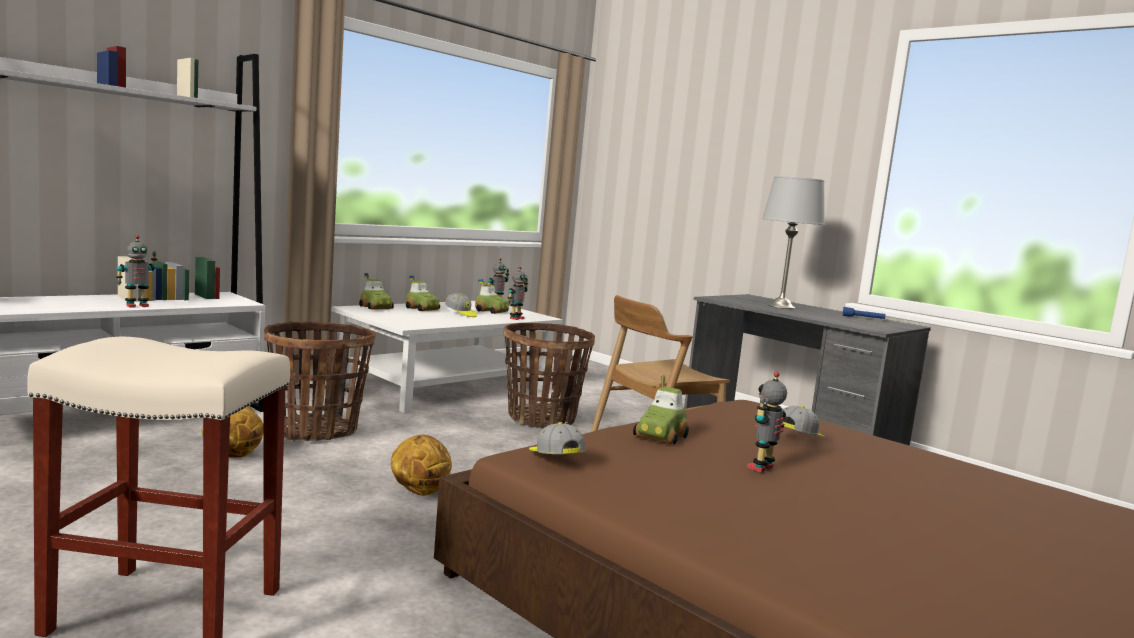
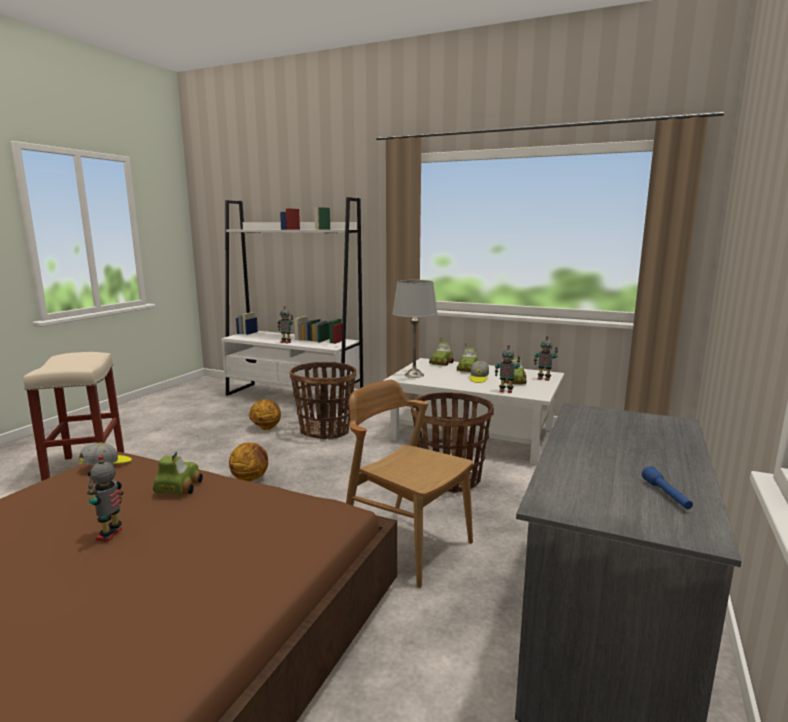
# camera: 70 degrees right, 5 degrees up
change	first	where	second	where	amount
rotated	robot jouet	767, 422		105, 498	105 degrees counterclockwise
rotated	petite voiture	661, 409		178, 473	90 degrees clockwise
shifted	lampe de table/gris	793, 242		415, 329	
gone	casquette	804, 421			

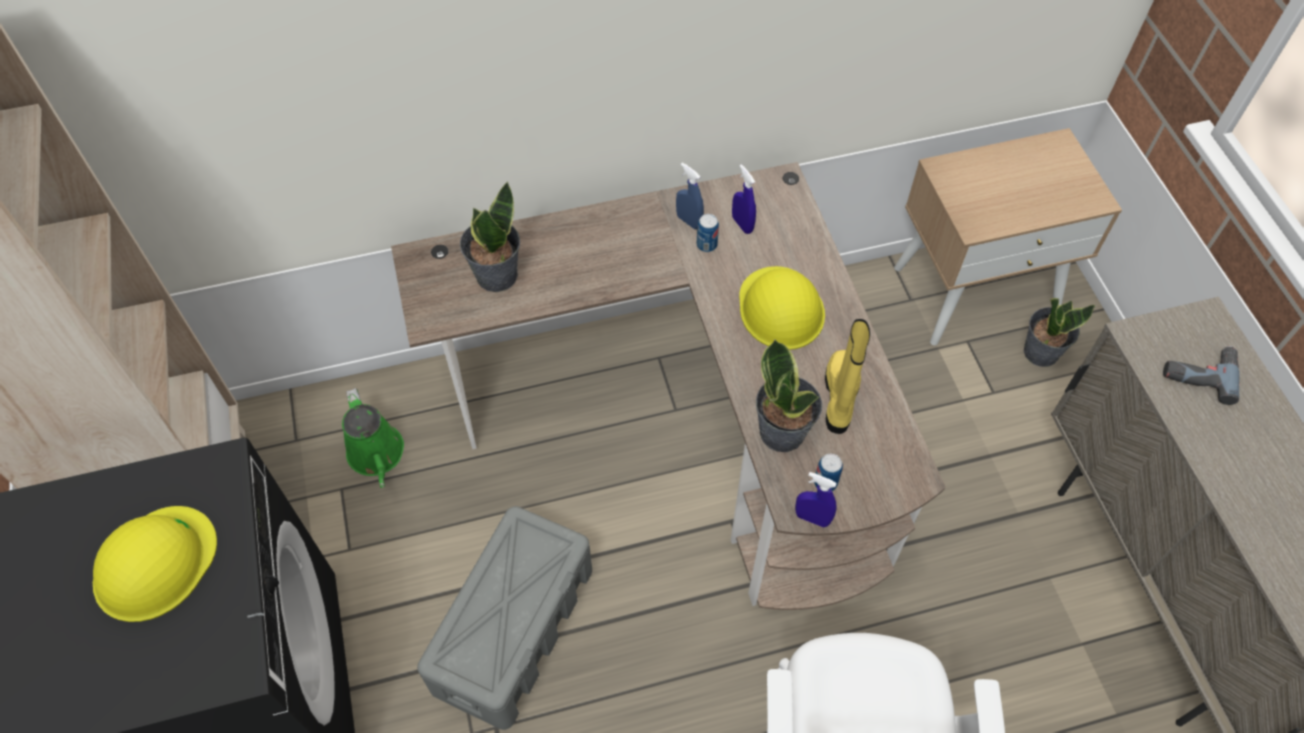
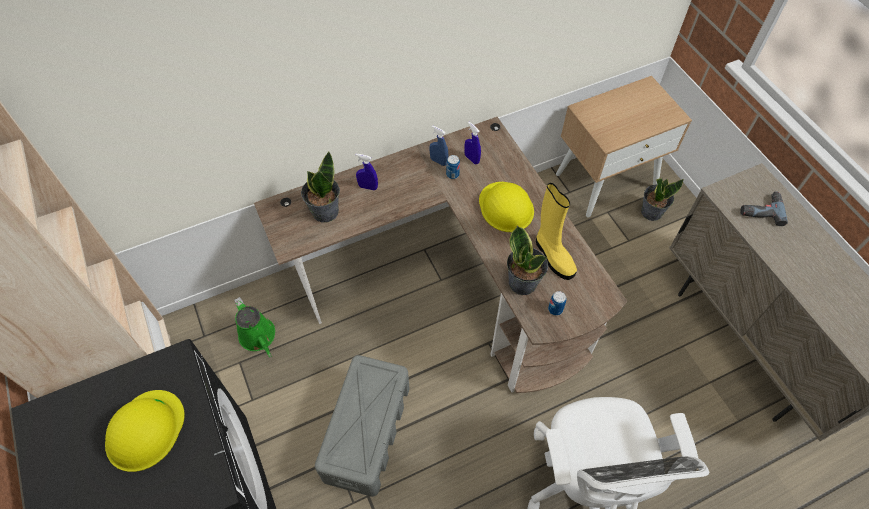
# camera: 10 degrees left, 0 degrees up
change	first	where	second	where	amount
shifted	vaporisateur/bleu	816, 499		367, 172	
rotated	botte/jaune	847, 376		556, 231	150 degrees clockwise

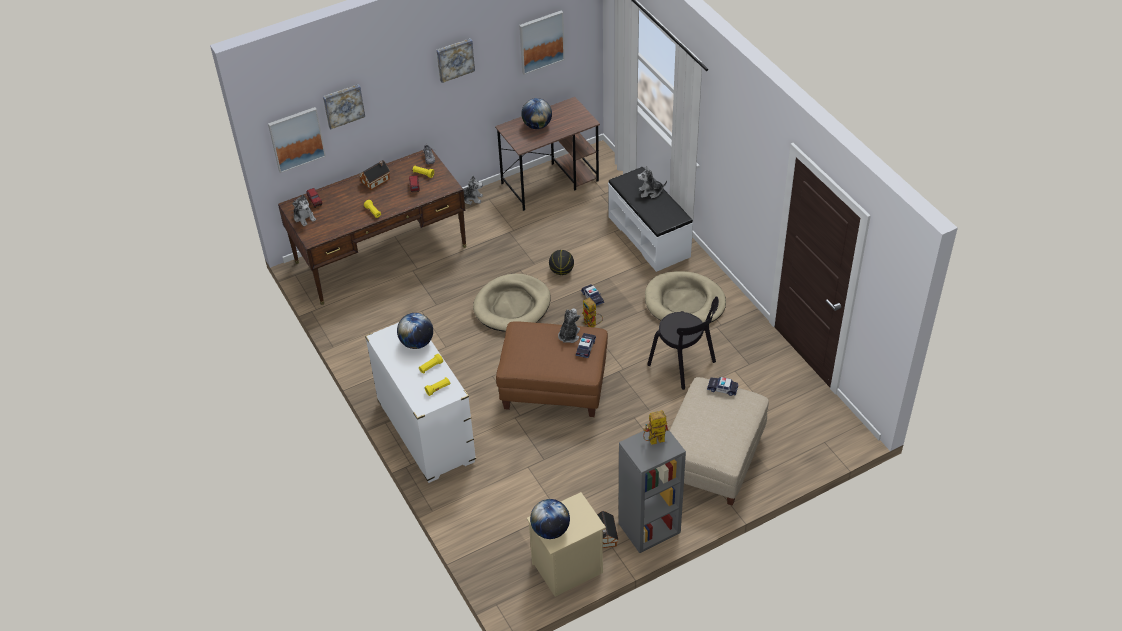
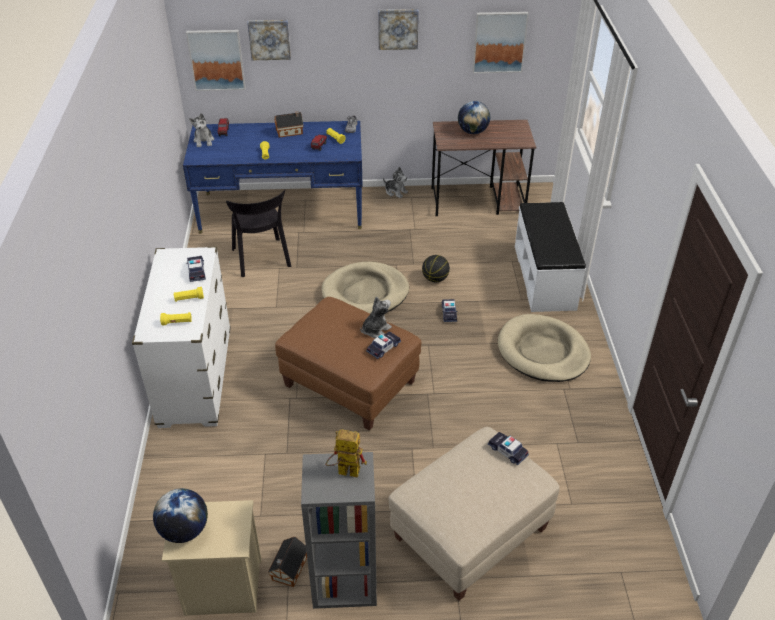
# camera: 25 degrees right, 5 degrees down
change	first	where	second	where	amount
repainted	bureau/marron	372, 226	bureau/bleu	273, 177	
swapped	globe	415, 331	petite voiture	196, 269	
shifted	chaise/noir	683, 343		258, 233	
gone	robot jouet	592, 312			
gone	peluche	652, 182			

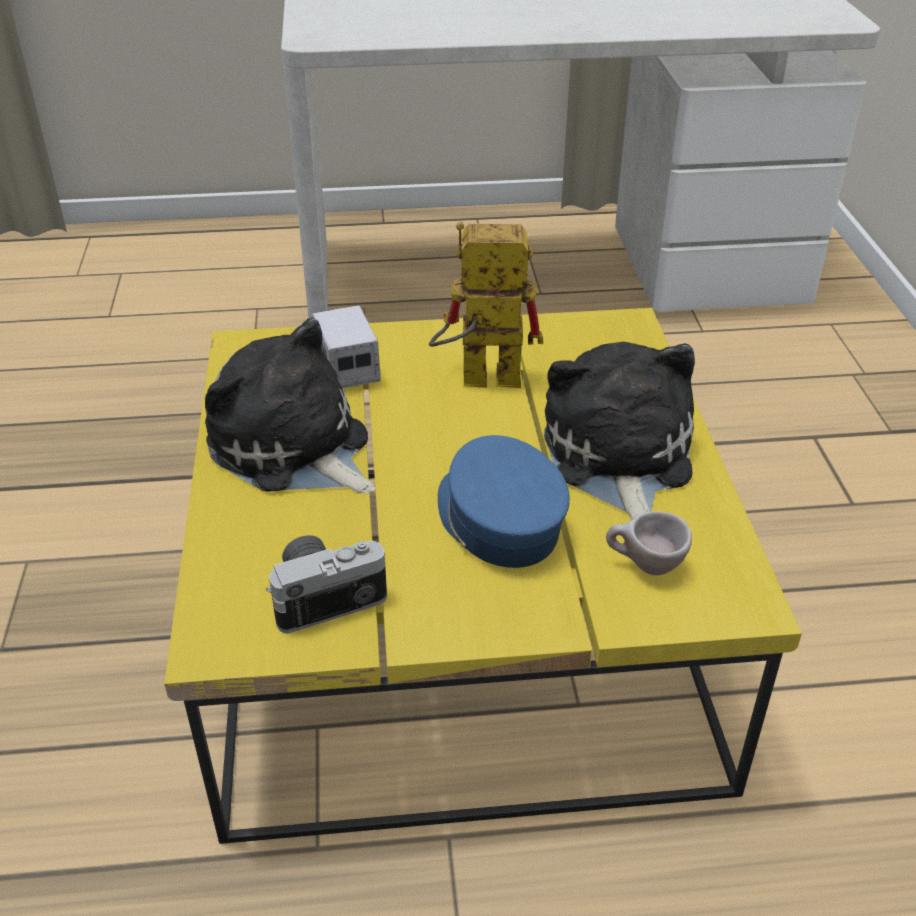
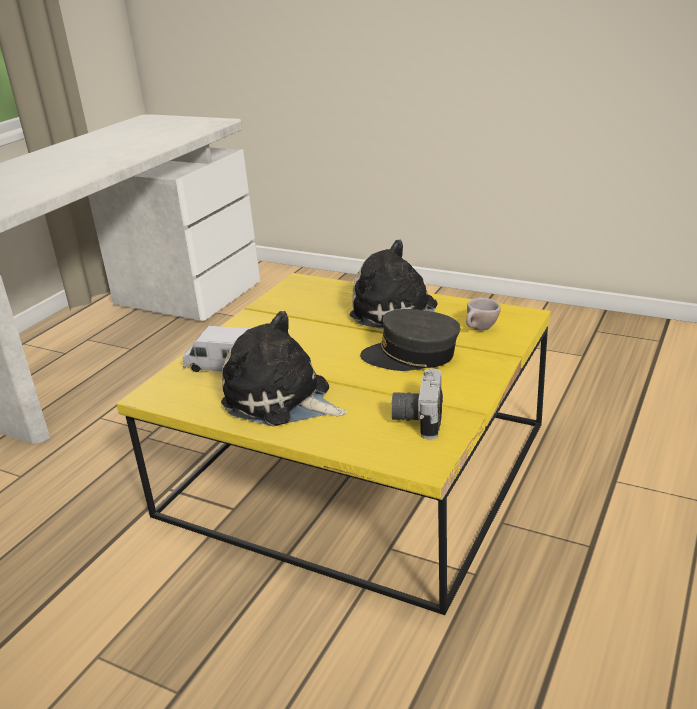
# camera: 55 degrees left, 10 degrees down
change	first	where	second	where	amount
rotated	peluche	290, 405		284, 368	45 degrees clockwise
repainted	casquette/bleu	504, 501	casquette/gris	410, 340	
gone	robot jouet	486, 305			

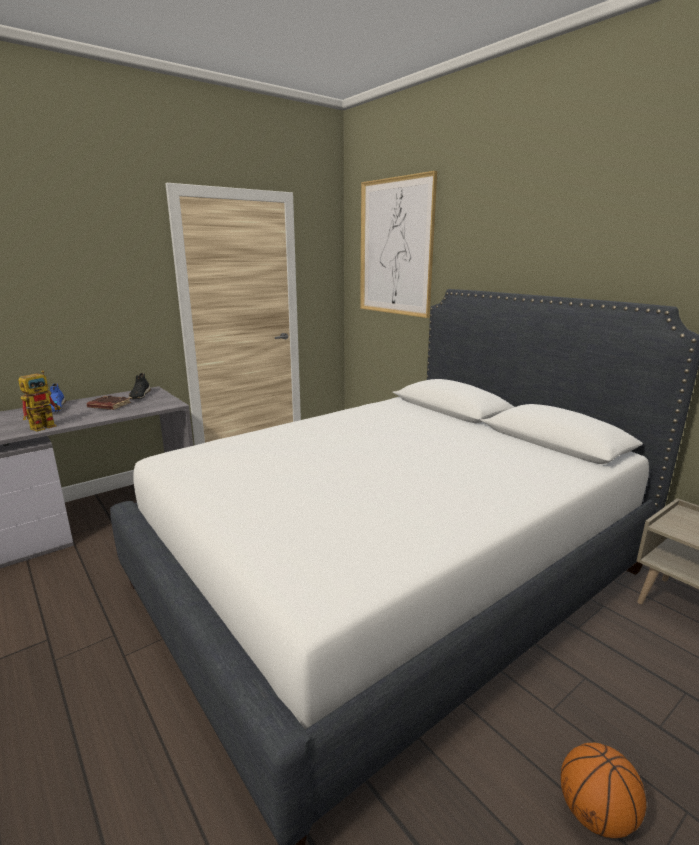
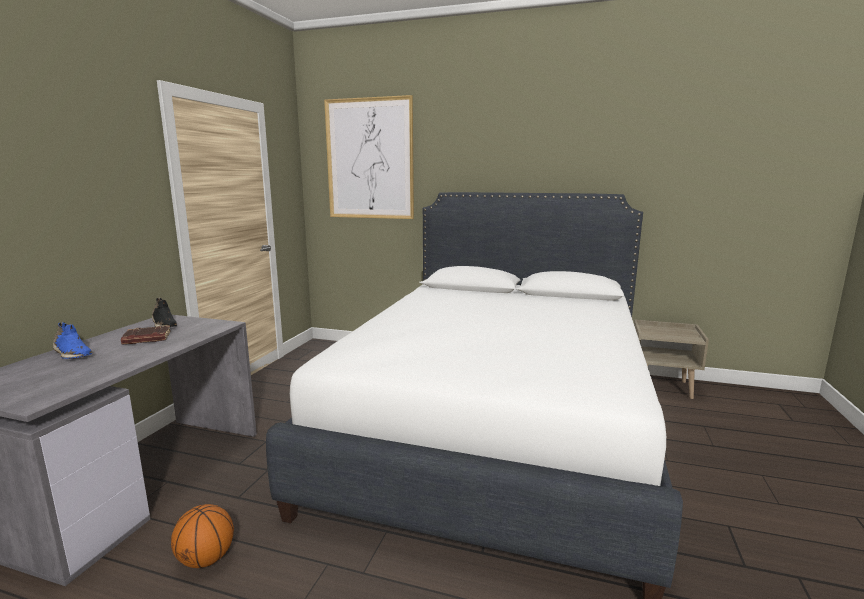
# camera: 35 degrees left, 5 degrees down
change	first	where	second	where	amount
shifted	ballon de basket	603, 790		202, 536	
gone	robot jouet	39, 401			

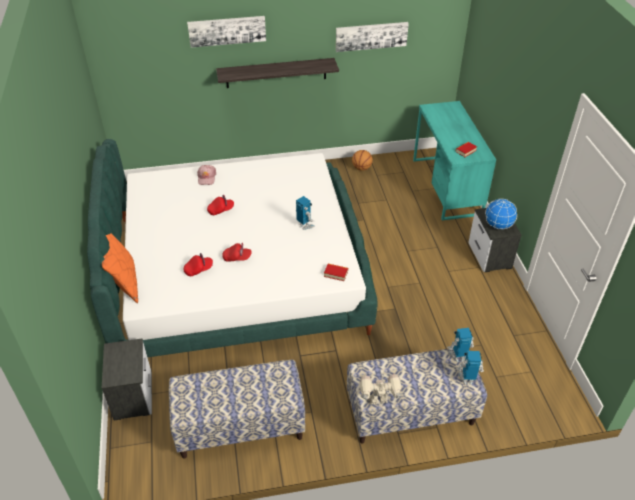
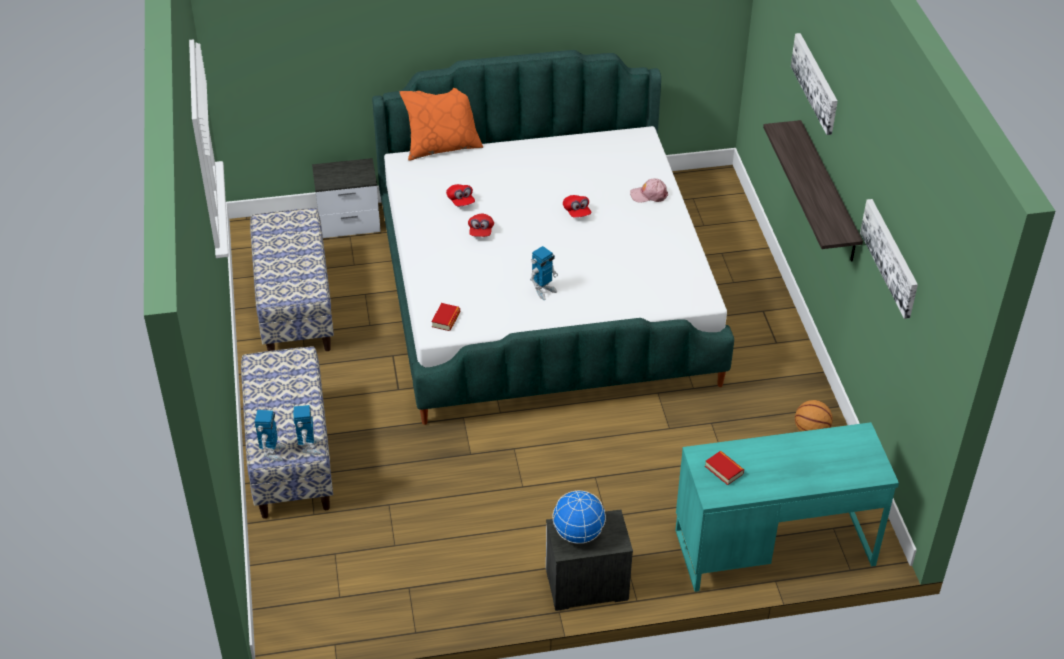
# camera: 90 degrees right, 0 degrees up
change	first	where	second	where	amount
gone	robot jouet	381, 389			

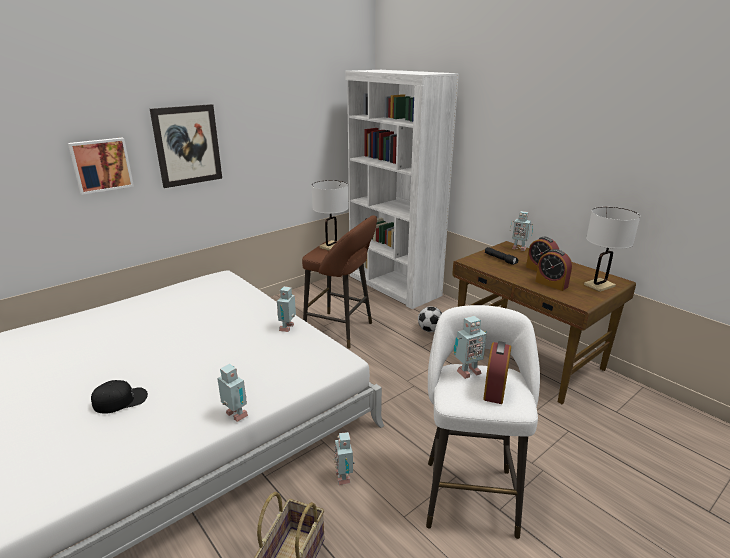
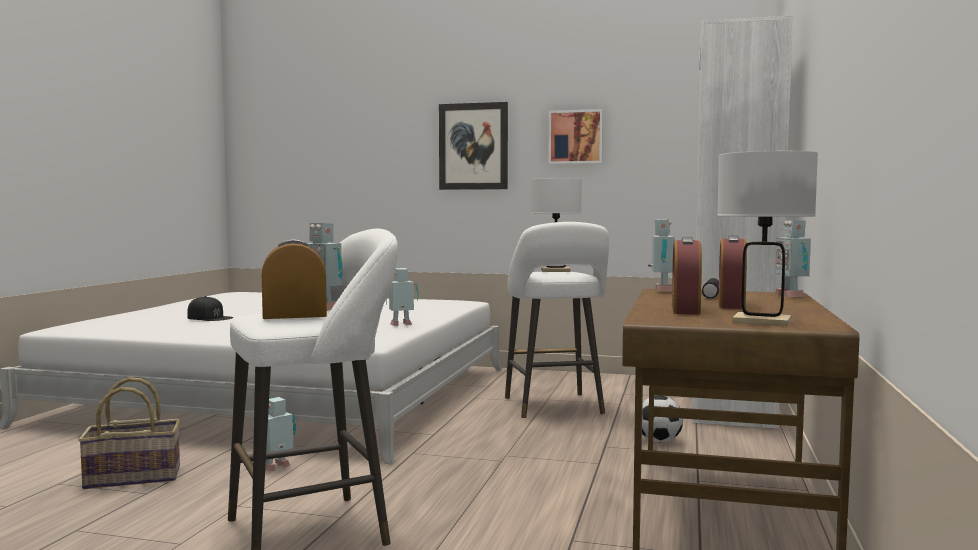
# camera: 55 degrees right, 20 degrees down
change	first	where	second	where	amount
repainted	tabouret/marron	339, 282	tabouret/blanc	557, 320	
shifted	tableau	101, 166		575, 136	
shifted	robot jouet	232, 393		661, 255	

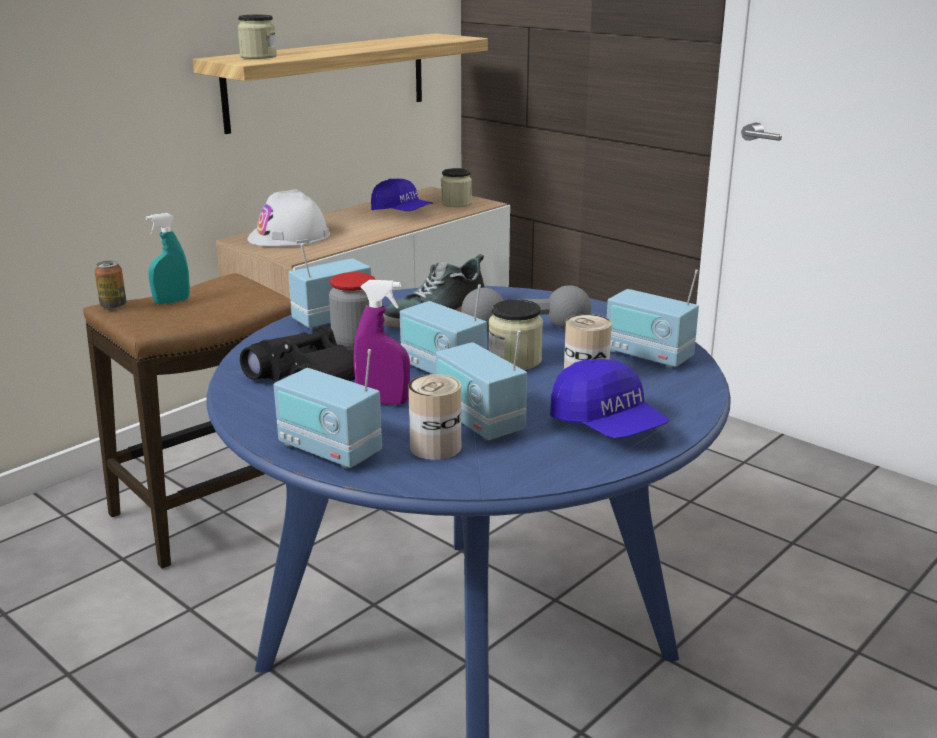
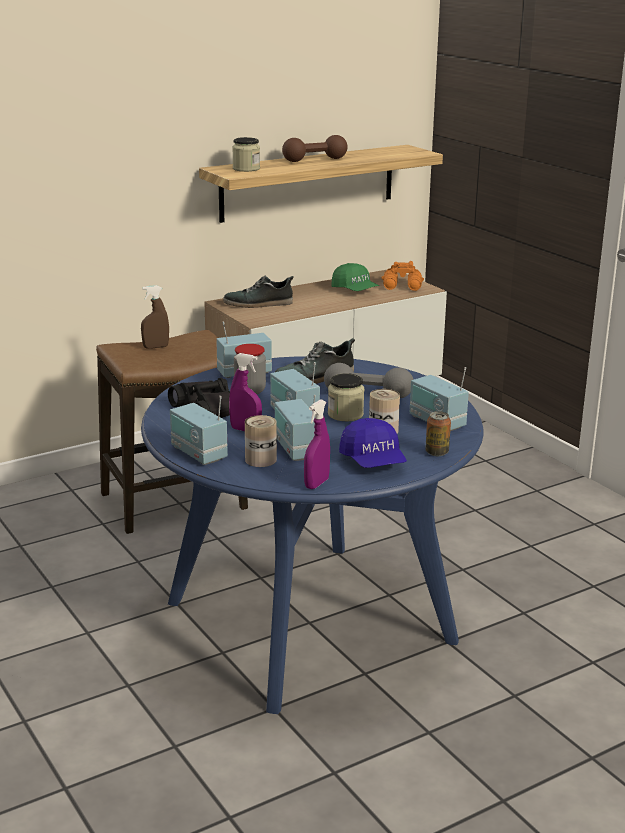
# camera: 15 degrees right, 0 degrees up
change	first	where	second	where	amount
repainted	vaporisateur/turquoise	168, 259	vaporisateur/marron	155, 316	
swapped	casque de chantier/blanc	288, 218	chaussure	258, 292	
new			haltère/marron	315, 148	
new			vaporisateur/violet	317, 444	
repainted	casquette/bleu	402, 195	casquette/vert	355, 277	
swapped	bocal	456, 187	jumelles/orange	402, 276	
shifted	boîte métallique	111, 285		438, 433	

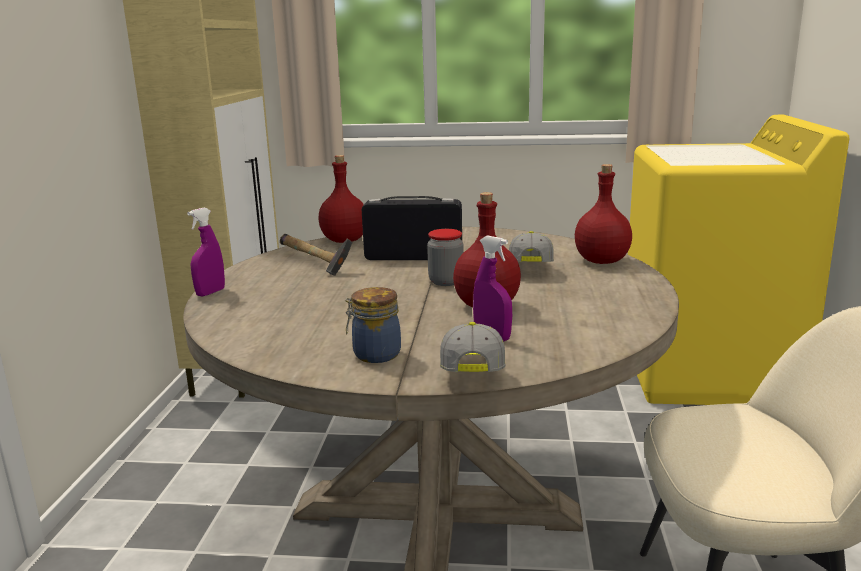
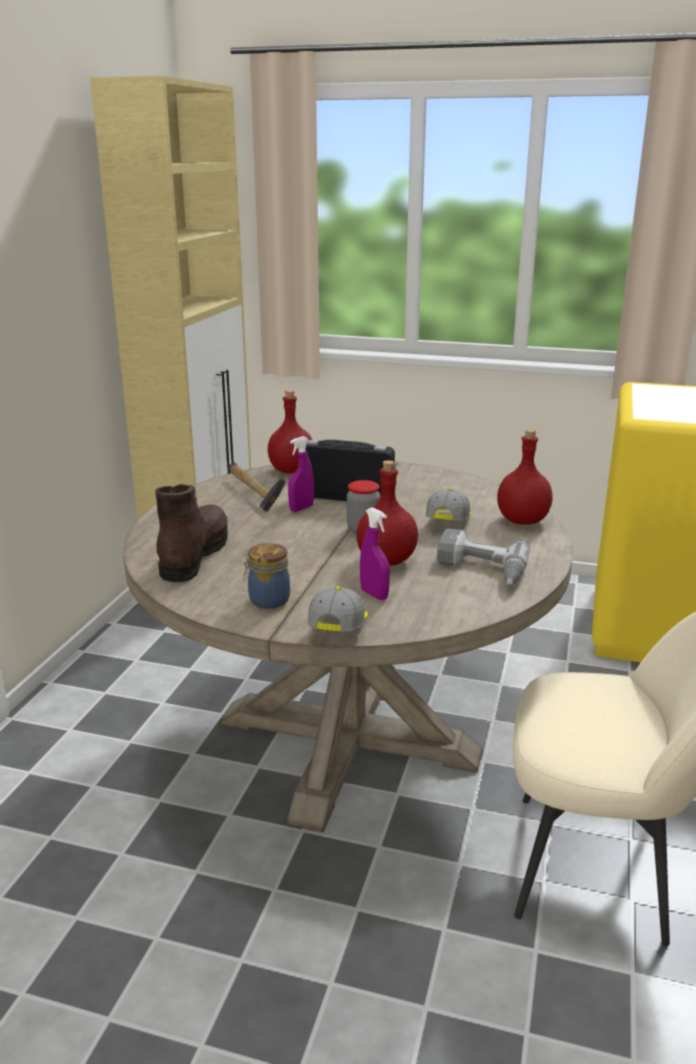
# camera: 10 degrees right, 5 degrees up
change	first	where	second	where	amount
new			botte/marron	191, 533	
shifted	vaporisateur/violet	206, 252		301, 474	
new			perceuse	483, 556	

